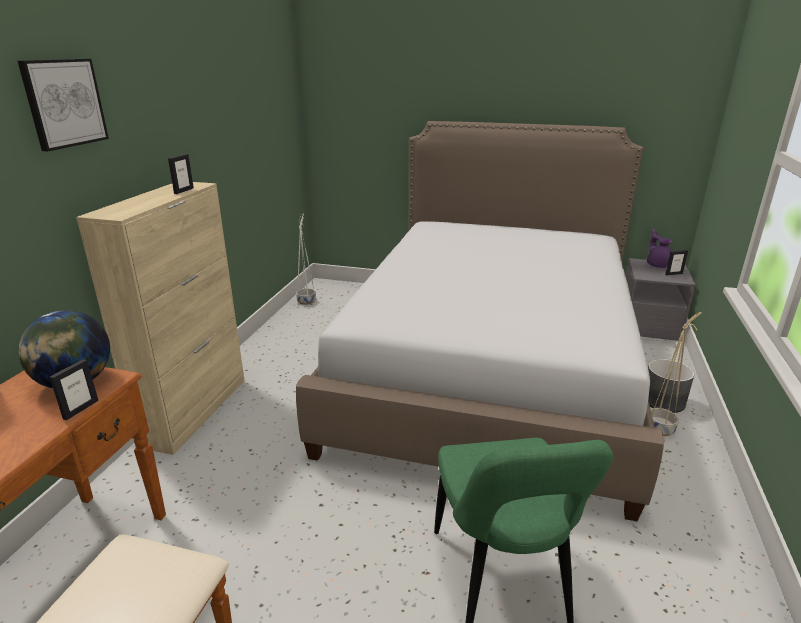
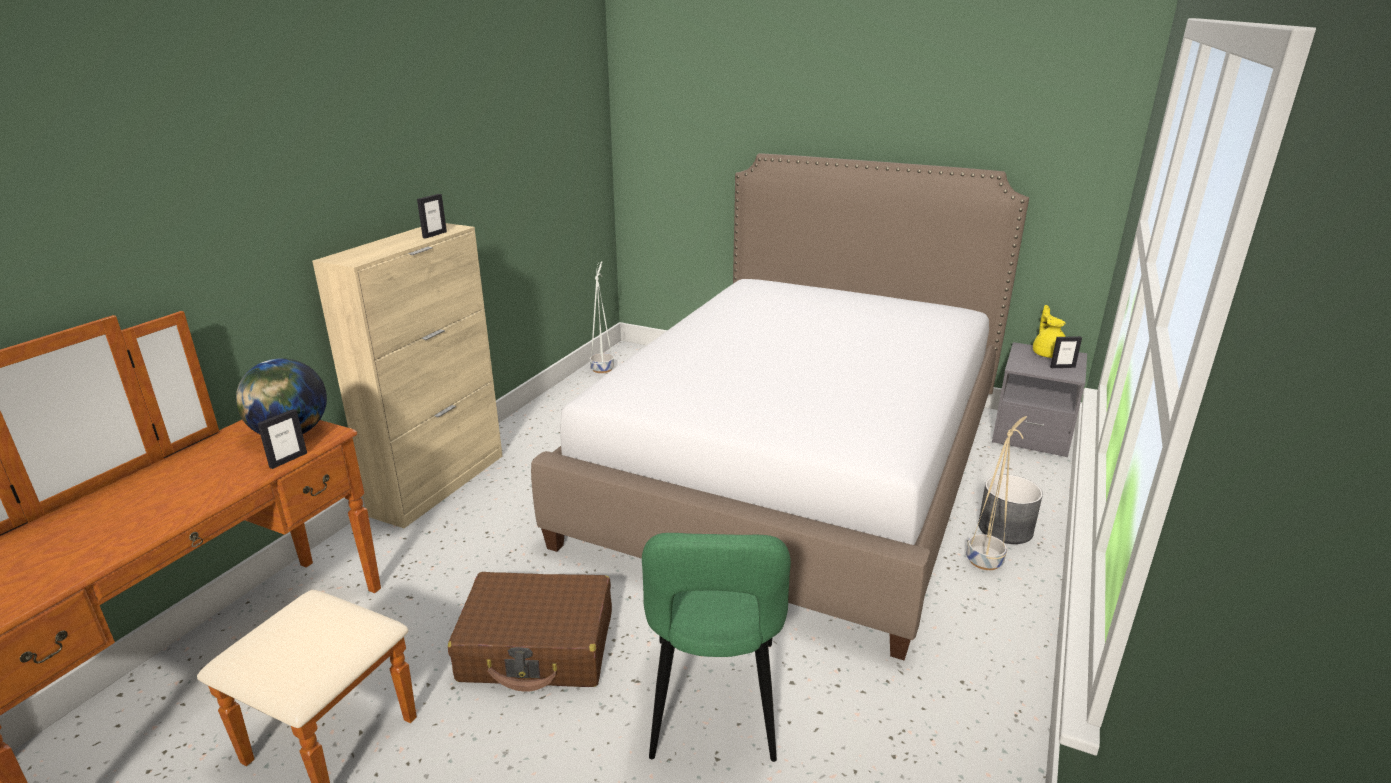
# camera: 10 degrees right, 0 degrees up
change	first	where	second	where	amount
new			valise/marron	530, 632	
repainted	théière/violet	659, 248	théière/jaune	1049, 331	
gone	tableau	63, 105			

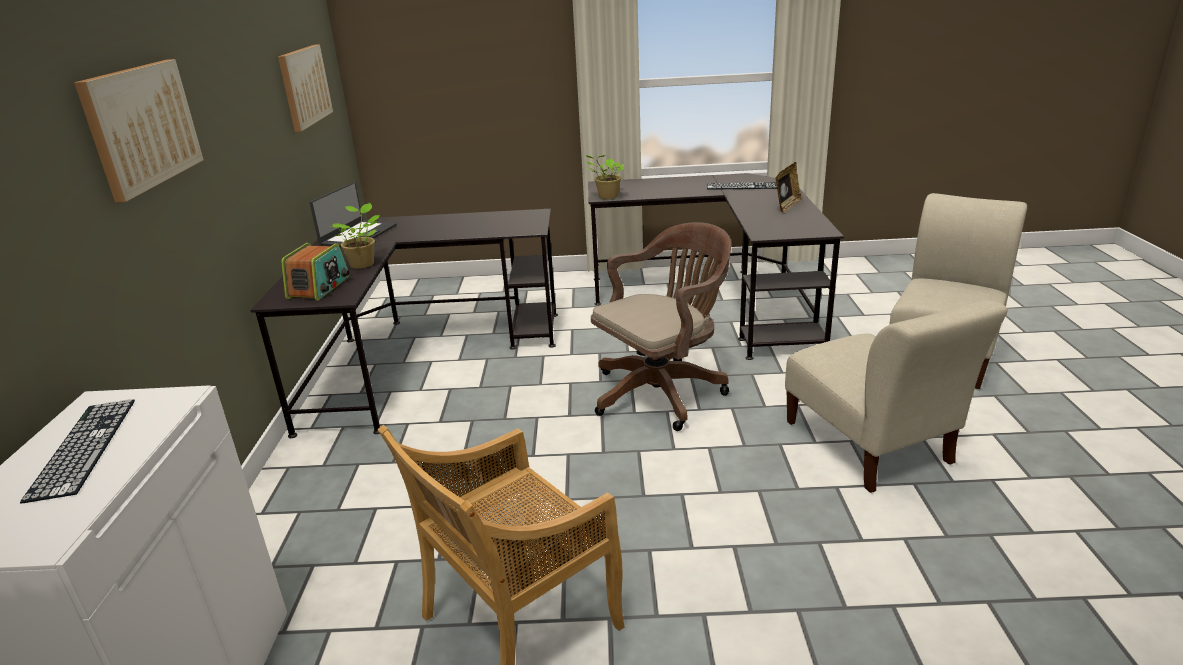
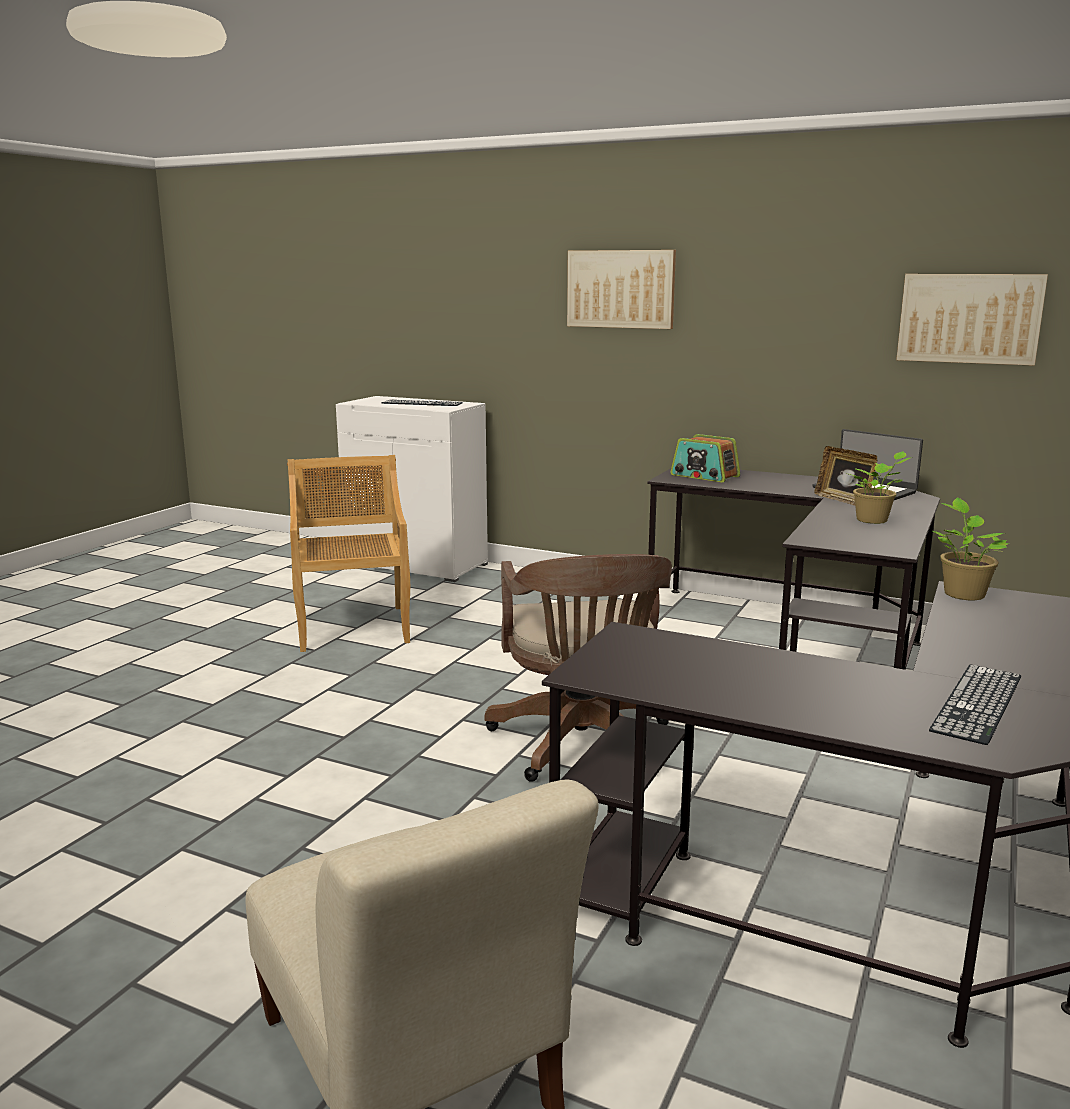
# camera: 115 degrees right, 10 degrees down
change	first	where	second	where	amount
shifted	cadre photo	788, 187		846, 476	
shifted	plante en pot	355, 236		881, 487	
gone	chaise/beige	896, 396			

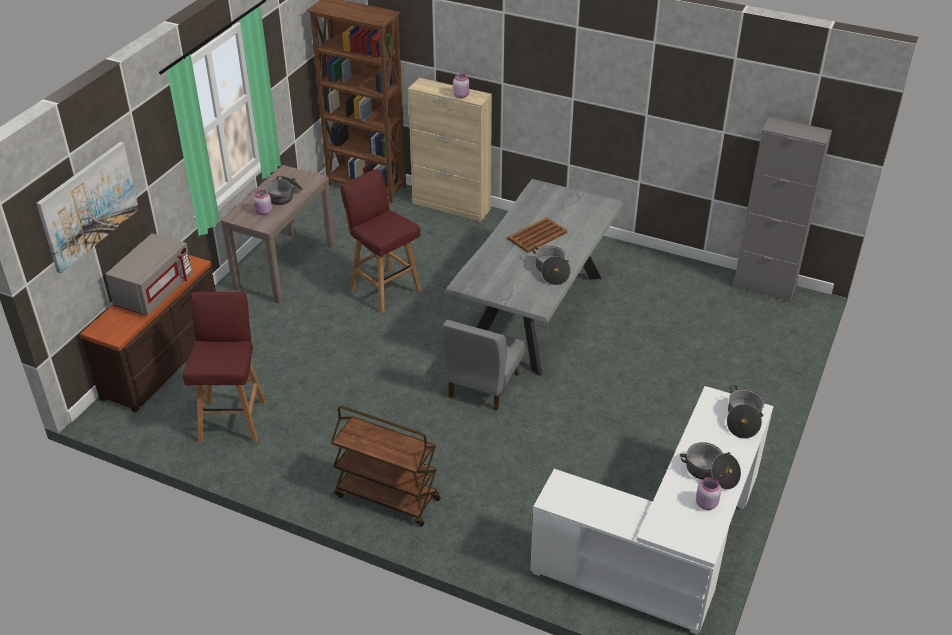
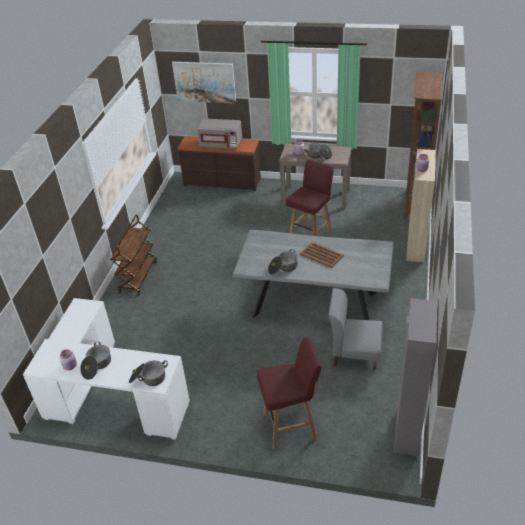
# camera: 80 degrees right, 0 degrees up
change	first	where	second	where	amount
shifted	tabouret/rouge	224, 367		289, 393	
shifted	chaise/gris	484, 365		355, 329	

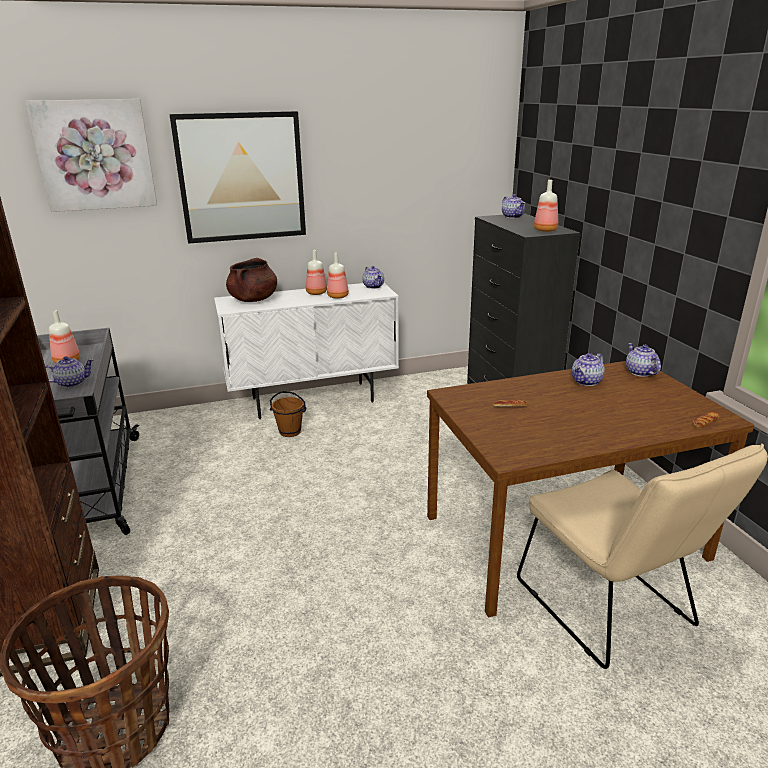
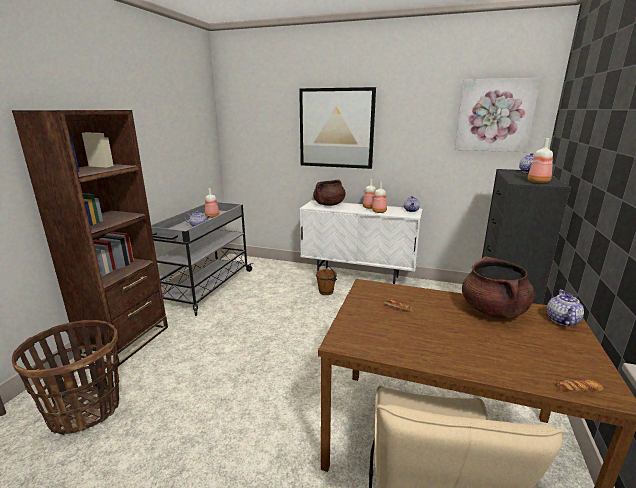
# camera: 35 degrees right, 5 degrees down
change	first	where	second	where	amount
shifted	tableau	91, 155		498, 115	
swapped	théière	588, 369	marmite/marron	498, 287	

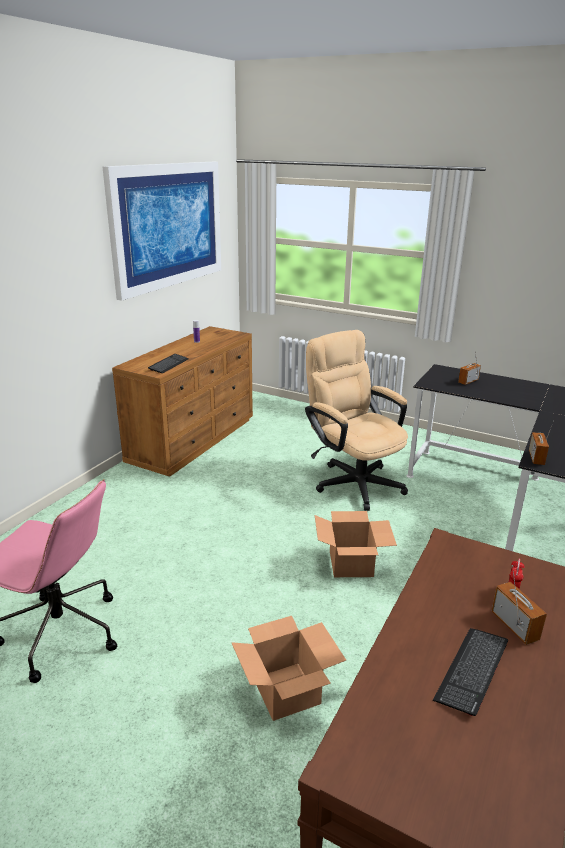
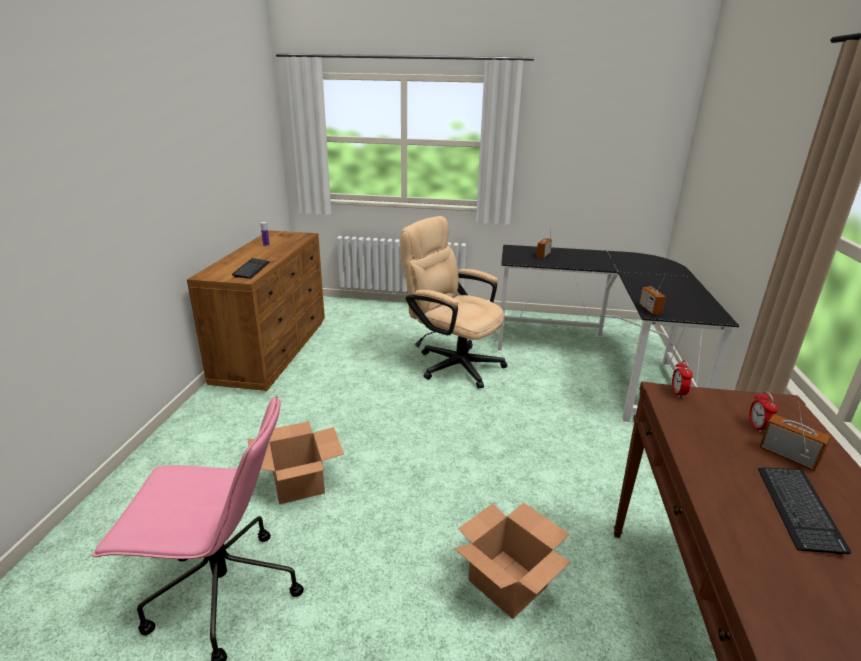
# camera: 20 degrees left, 0 degrees up
change	first	where	second	where	amount
shifted	carton	356, 544		295, 463	
new			réveil	682, 379	
gone	tableau	161, 231			

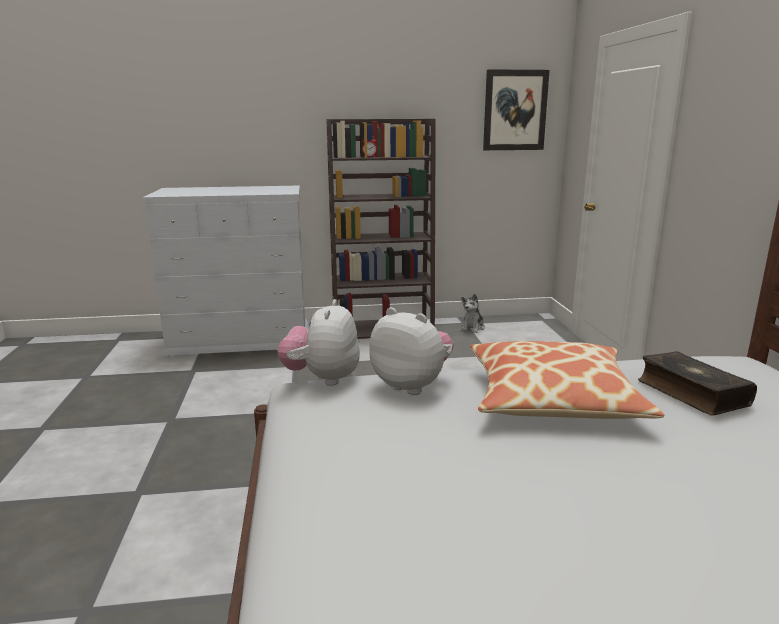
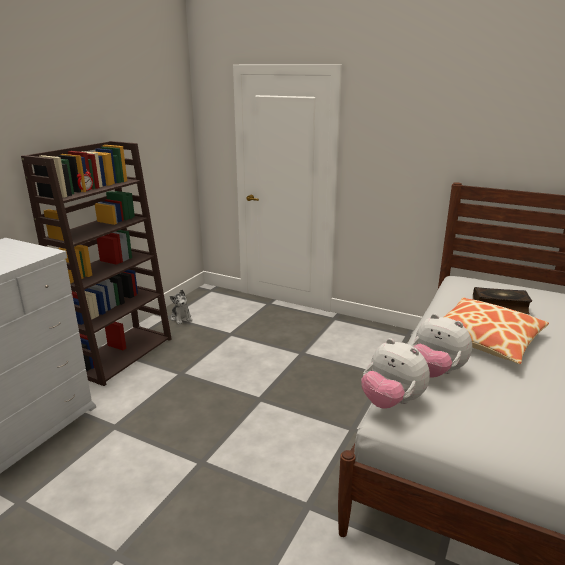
# camera: 55 degrees left, 5 degrees up
change	first	where	second	where	amount
rotated	peluche	411, 351		441, 346	120 degrees counterclockwise
gone	tableau	516, 109			

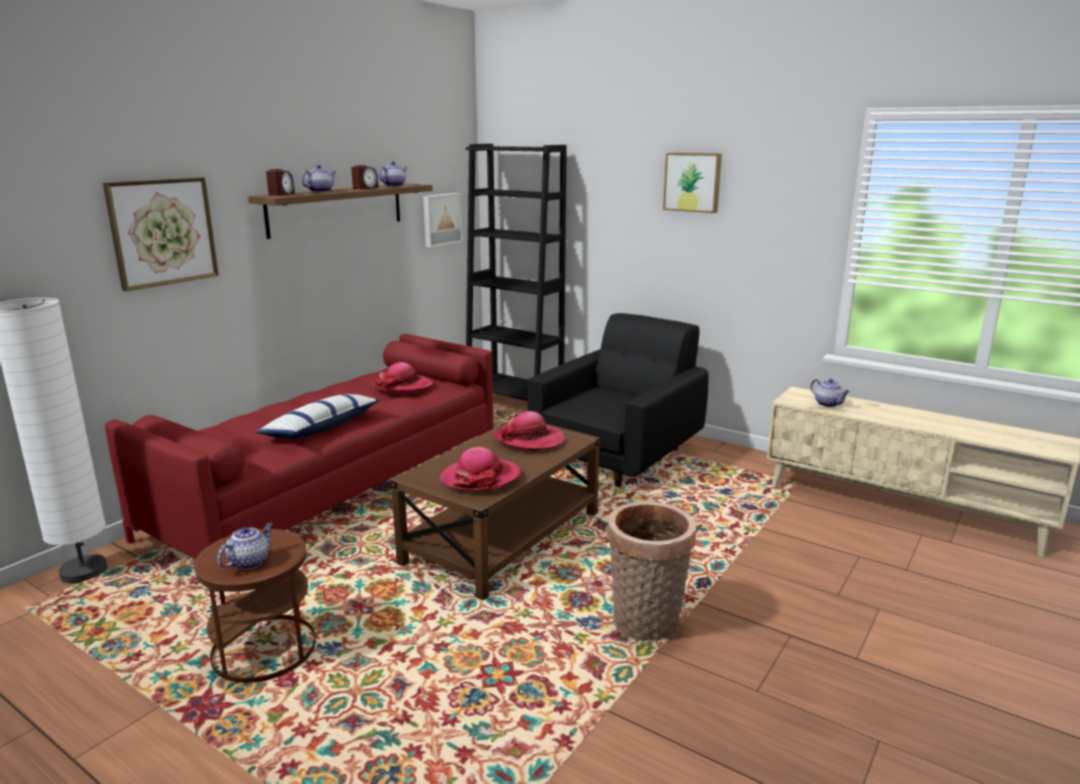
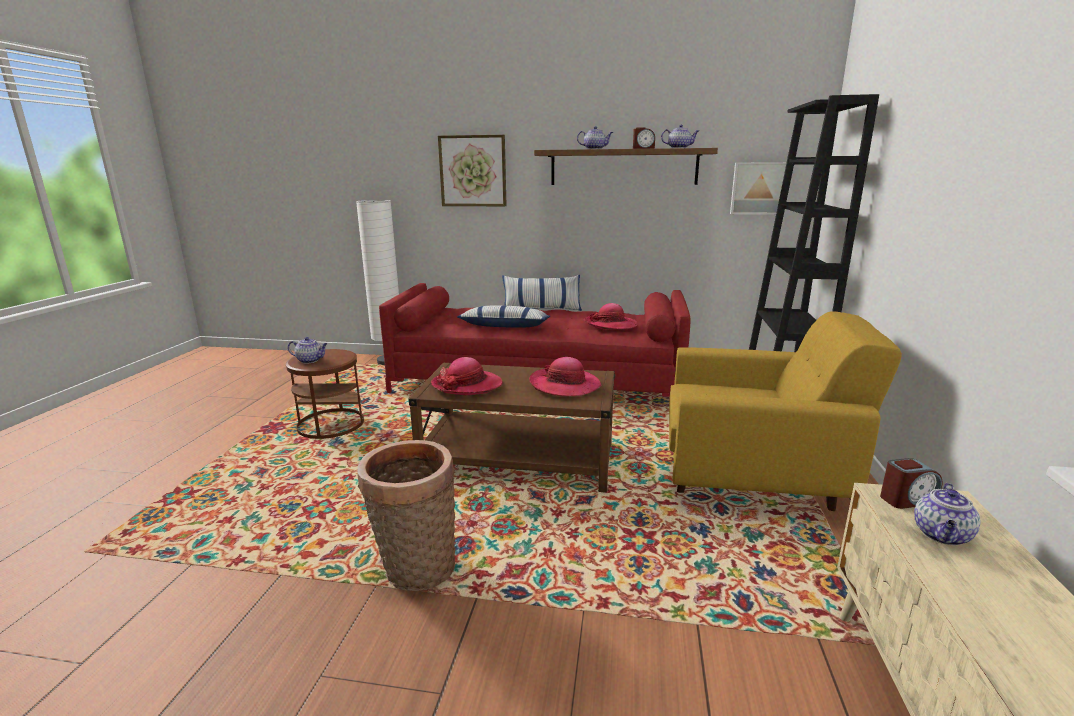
# camera: 65 degrees right, 0 degrees up
change	first	where	second	where	amount
new			coussin	542, 293	
repainted	fauteuil/noir	618, 400	fauteuil/jaune	785, 411	
shifted	réveil	280, 182		911, 483	
gone	tableau	692, 183			

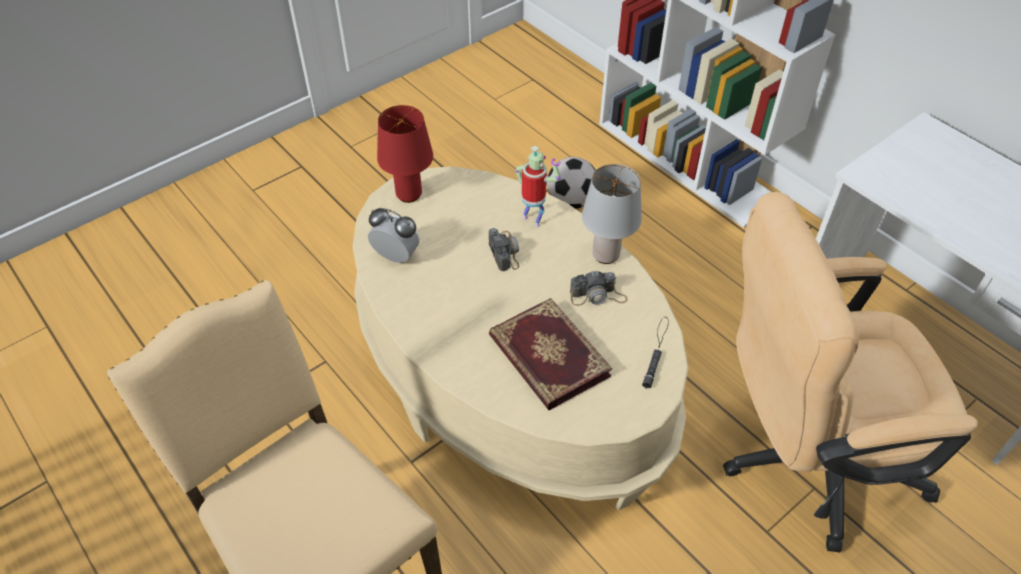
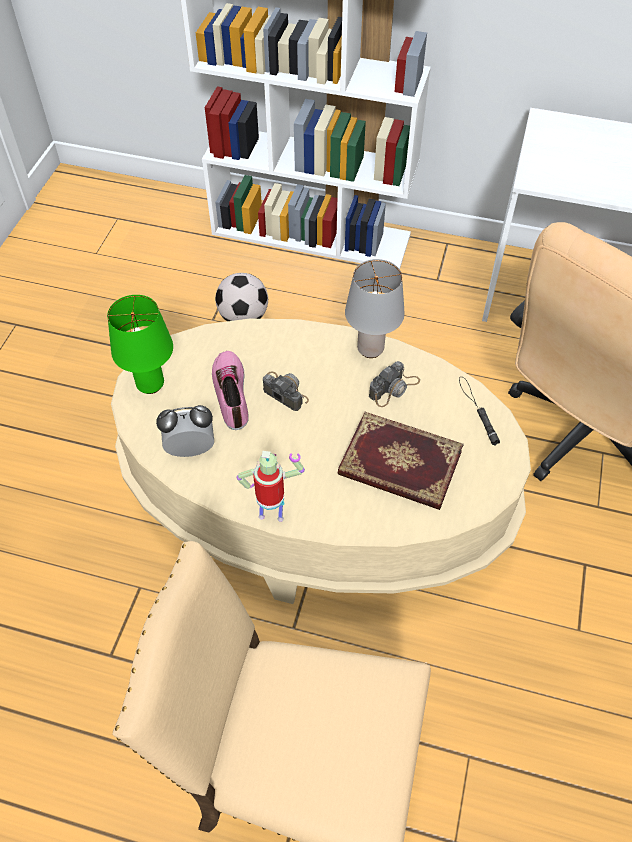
# camera: 35 degrees left, 5 degrees up
change	first	where	second	where	amount
repainted	lampe de table/rouge	405, 154	lampe de table/vert	140, 344	
new			chaussure	230, 390	
shifted	robot jouet	538, 186		270, 486	

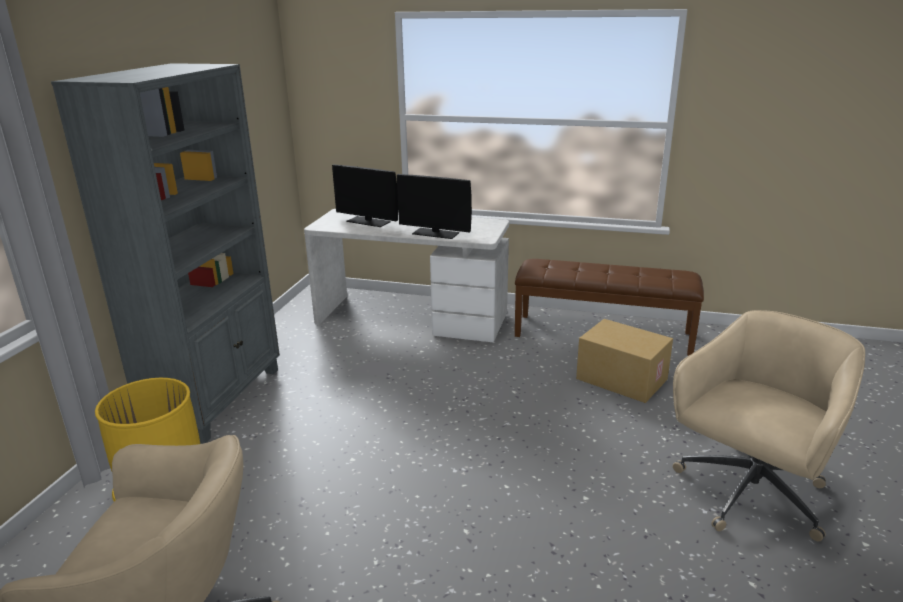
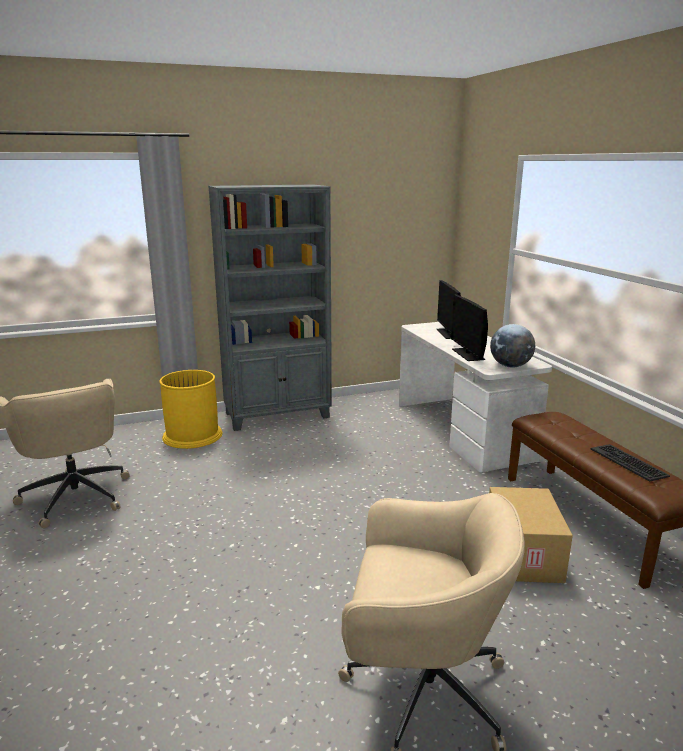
# camera: 55 degrees right, 5 degrees down
change	first	where	second	where	amount
new			globe	512, 346	
new			clavier	630, 463	

